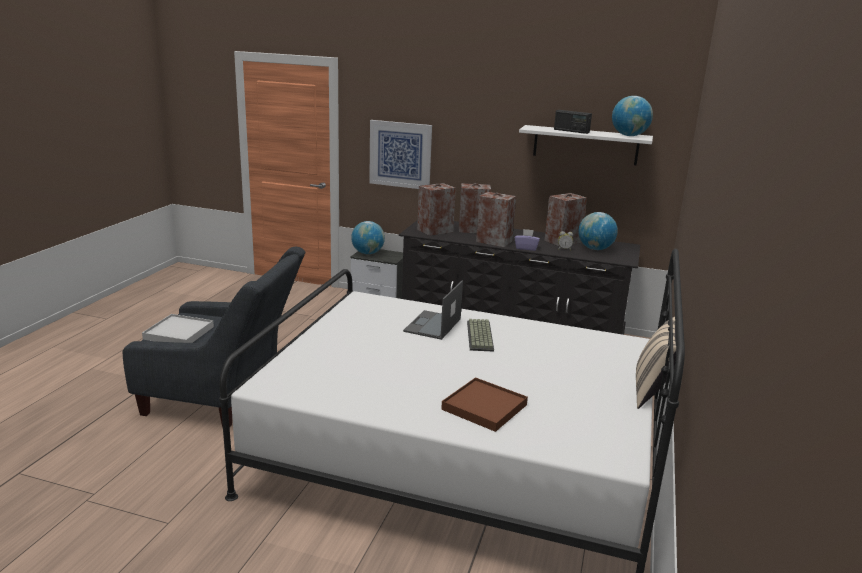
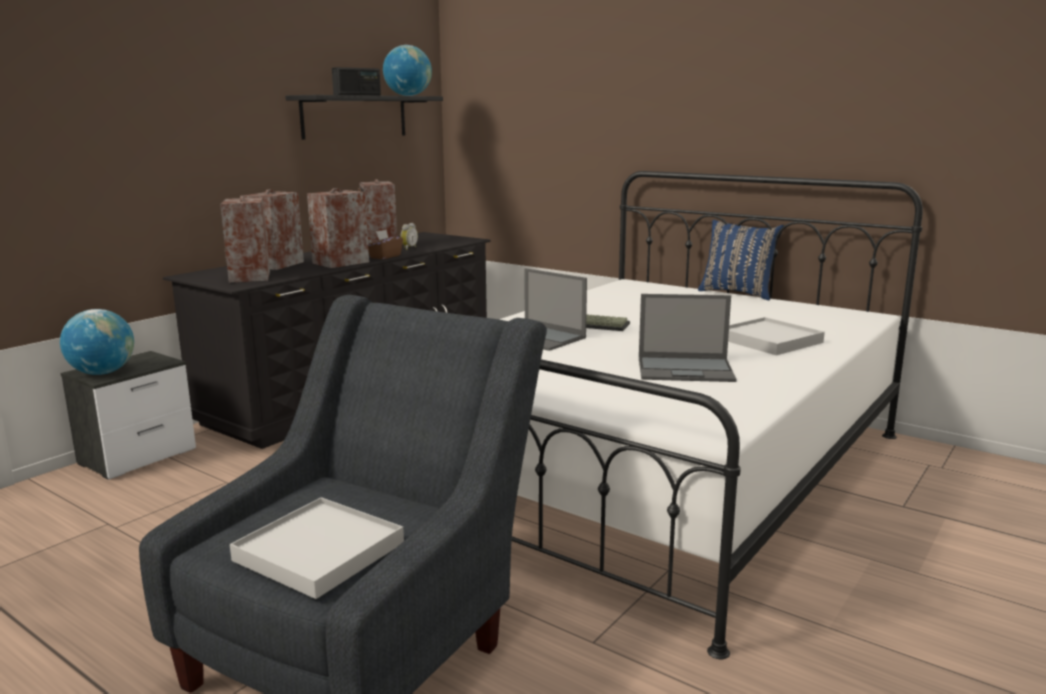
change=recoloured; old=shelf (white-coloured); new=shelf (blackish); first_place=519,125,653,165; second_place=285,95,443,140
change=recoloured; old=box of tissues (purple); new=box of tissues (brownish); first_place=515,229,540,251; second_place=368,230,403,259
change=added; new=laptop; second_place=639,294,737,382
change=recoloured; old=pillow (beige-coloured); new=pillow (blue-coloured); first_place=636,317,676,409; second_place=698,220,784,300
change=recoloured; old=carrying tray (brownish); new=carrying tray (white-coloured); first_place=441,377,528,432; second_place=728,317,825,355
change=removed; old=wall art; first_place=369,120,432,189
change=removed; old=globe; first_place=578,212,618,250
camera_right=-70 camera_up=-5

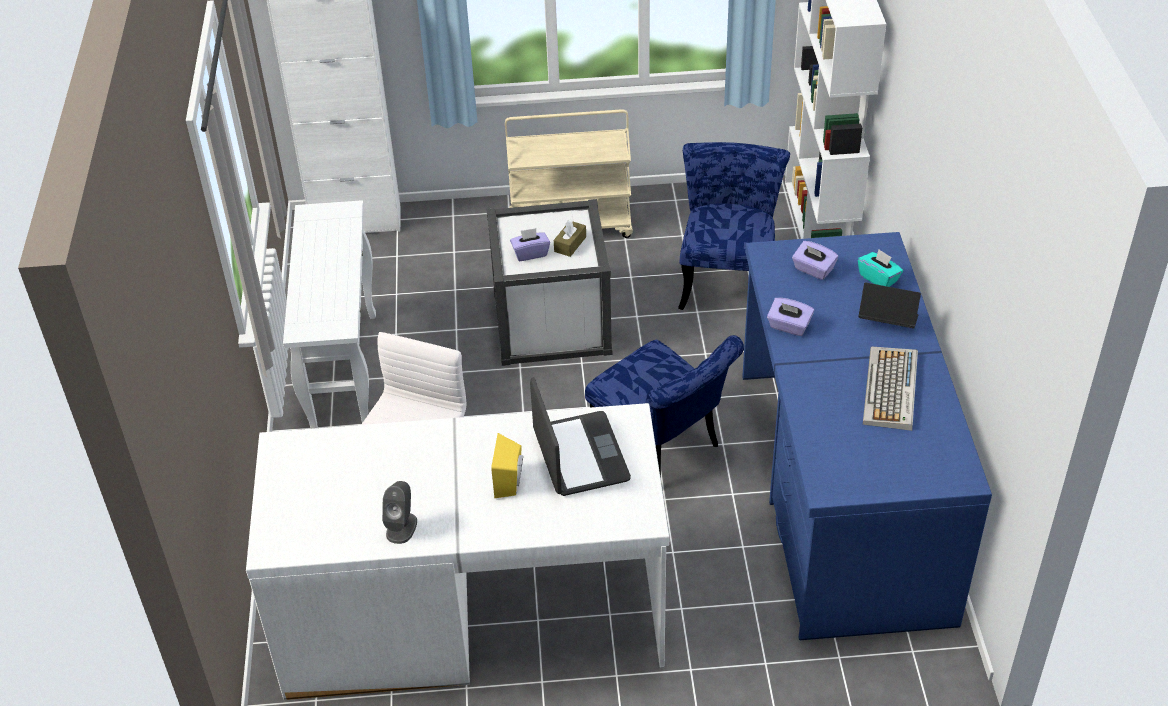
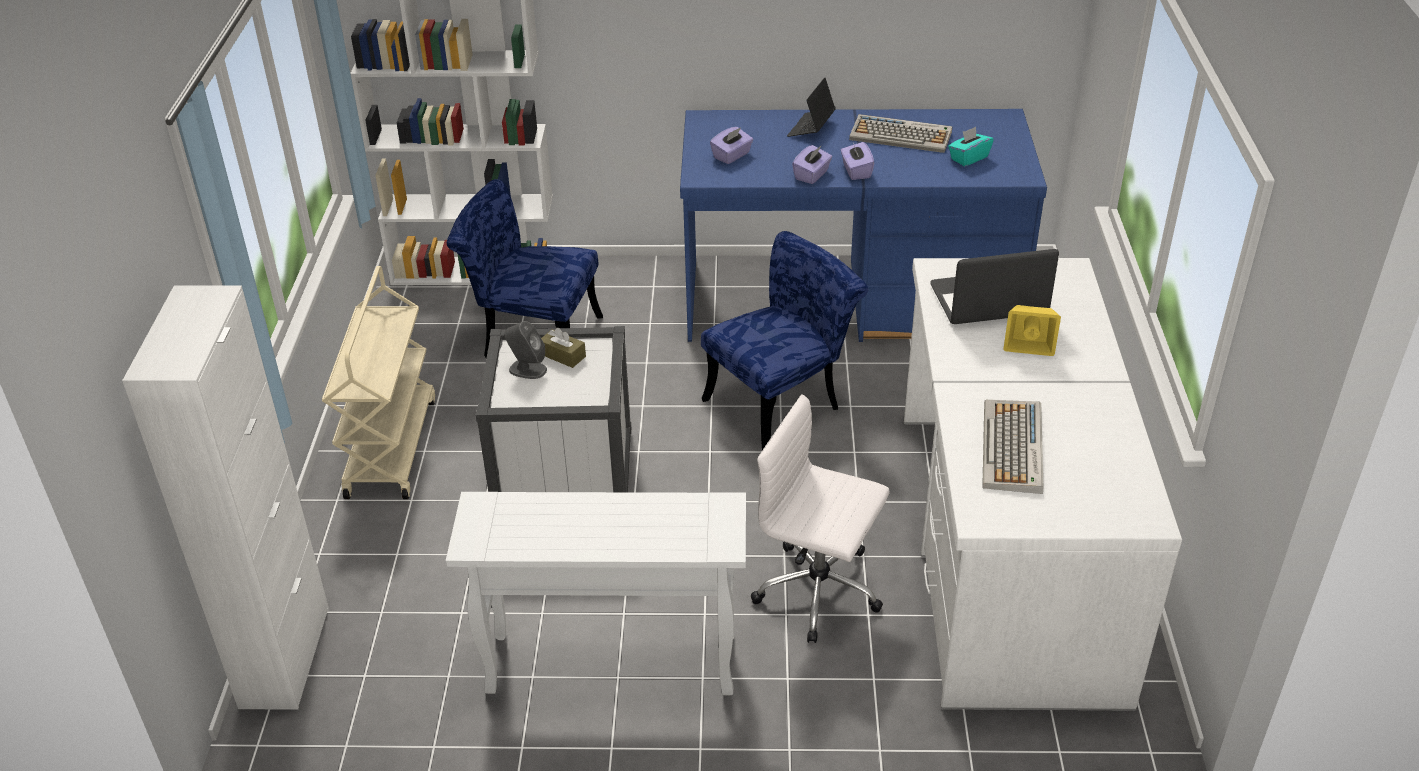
change=moved; old=speaker (grey); first_place=382,481,417,544; second_place=504,321,547,379
change=moved; old=box of tissues (purple); first_place=510,228,550,261; second_place=841,140,874,180
change=moved; old=box of tissues (turquoise); first_place=858,249,903,287; second_place=948,127,994,166
change=added; new=computer keyboard; second_place=982,400,1044,494
camera_right=-85 camera_up=-5

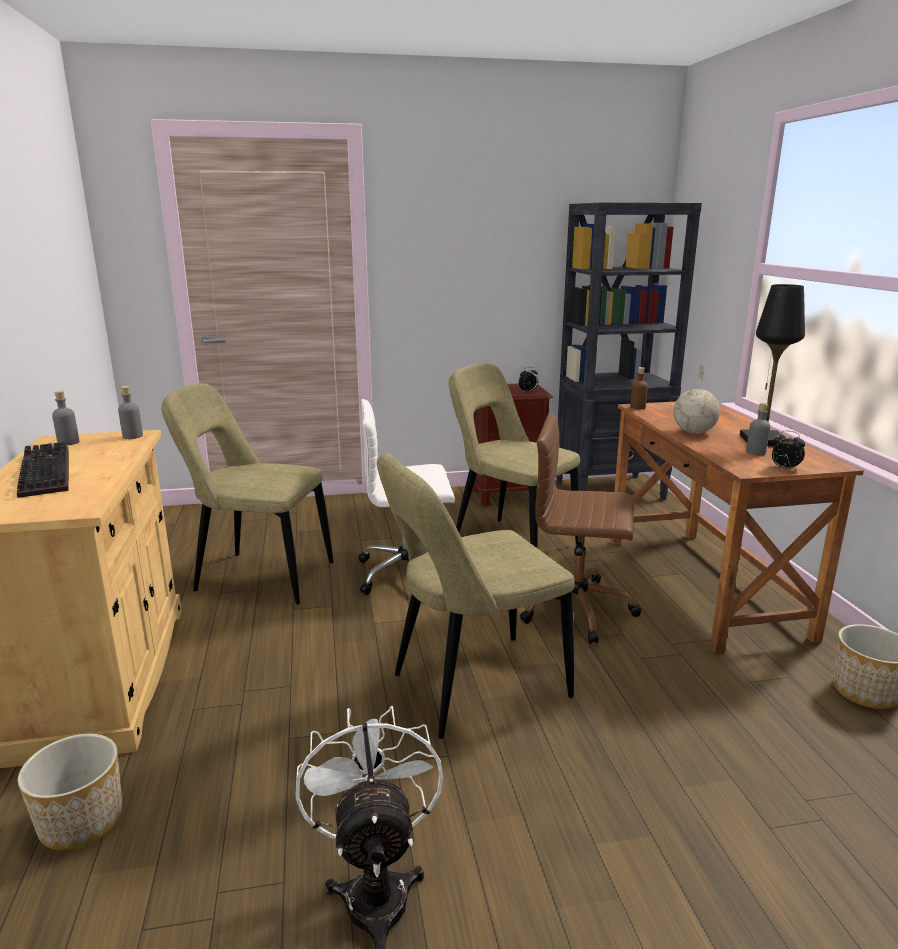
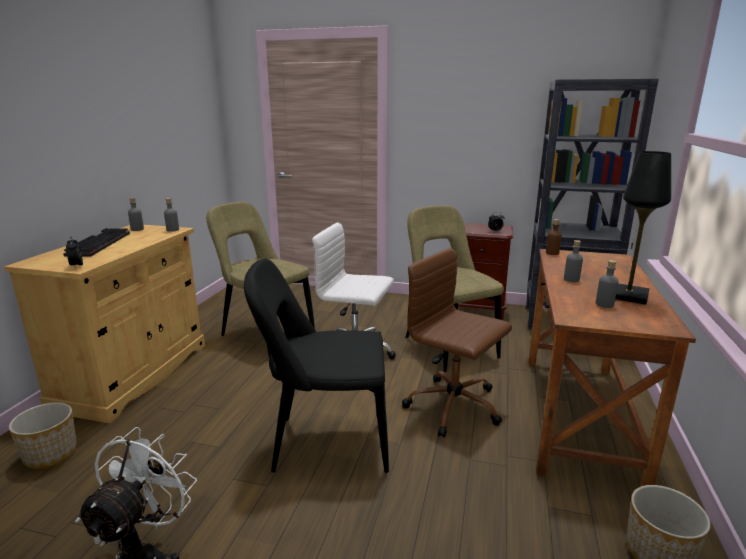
change=moved; old=alarm clock; first_place=772,431,805,472; second_place=66,236,83,269
change=recoloured; old=plain chair (beige-coloured); new=plain chair (blackish); first_place=377,453,575,739; second_place=244,259,389,473
change=replaced; old=globe; new=bottle (grey); first_place=673,364,720,434; second_place=564,240,583,282
camera_right=25 camera_up=0

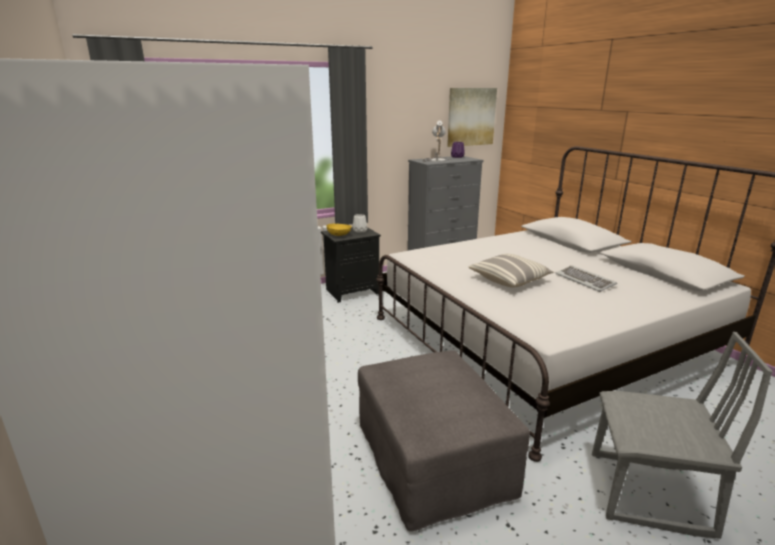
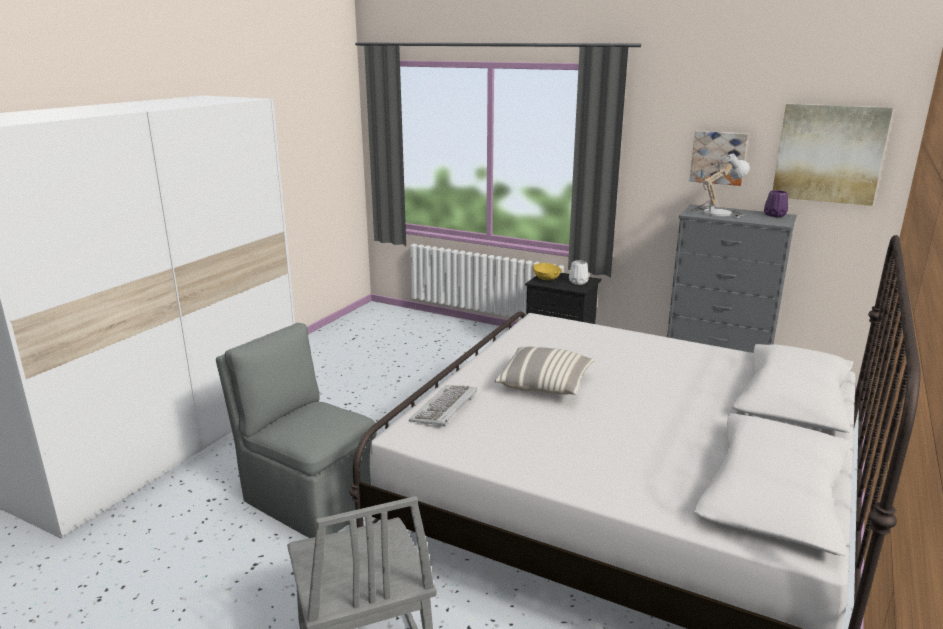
change=replaced; old=pouffe (grey); new=plain chair (grey); first_place=358,350,530,532; second_place=216,323,377,538
change=moved; old=computer keyboard; first_place=555,265,617,292; second_place=409,385,477,426
change=added; new=wall art; second_place=690,131,749,186
camera_right=55 camera_up=0

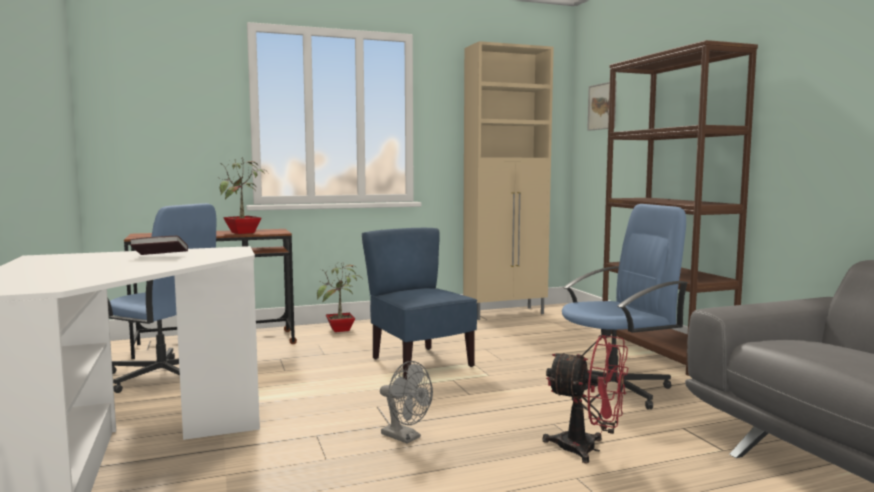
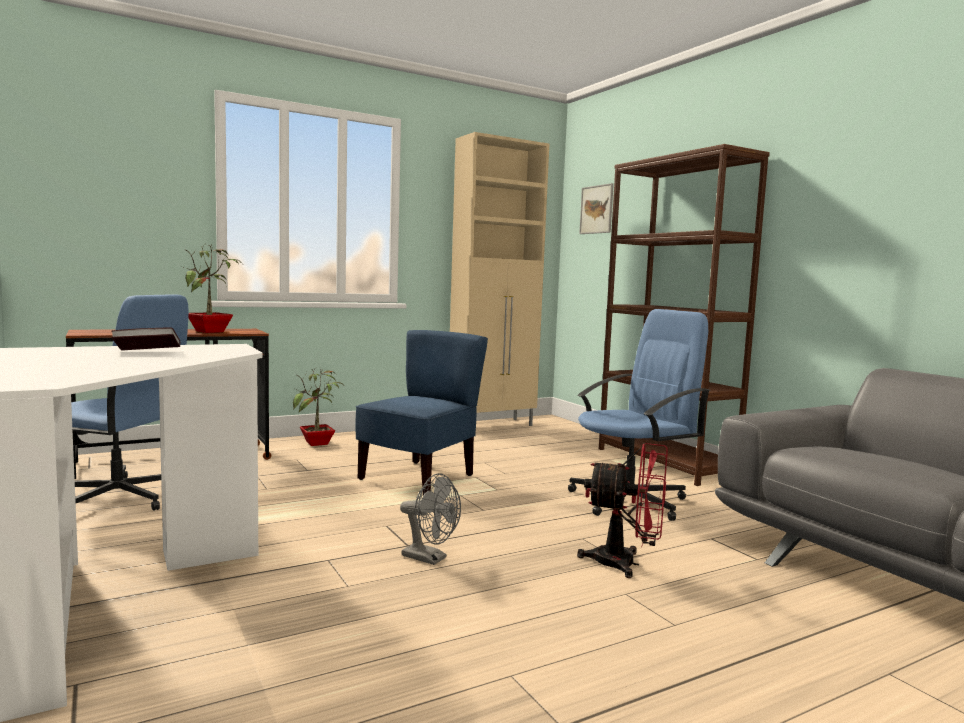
change=turned; old=plain chair (blue-coloured); first_place=362,228,477,380; second_place=355,330,488,495; degrees=75
camera_right=-10 camera_up=0

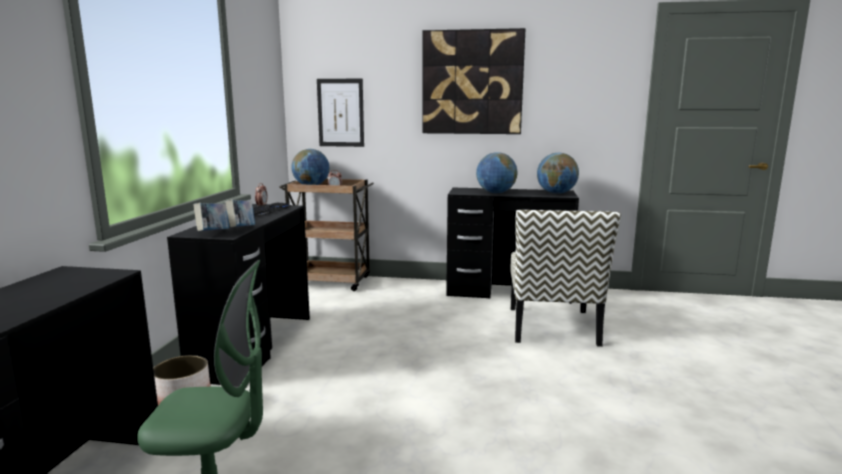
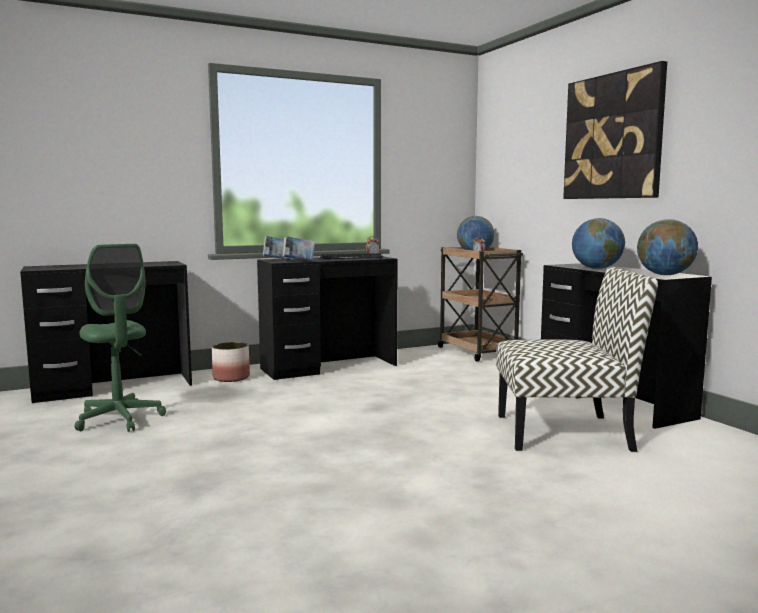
change=turned; old=plain chair; first_place=510,210,621,347; second_place=496,267,658,452; degrees=-150
change=removed; old=wall art; first_place=317,79,364,147
camera_right=55 camera_up=-5

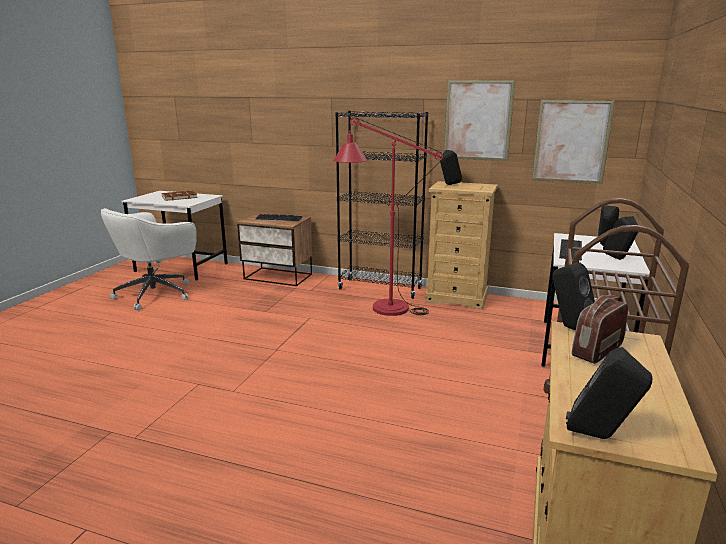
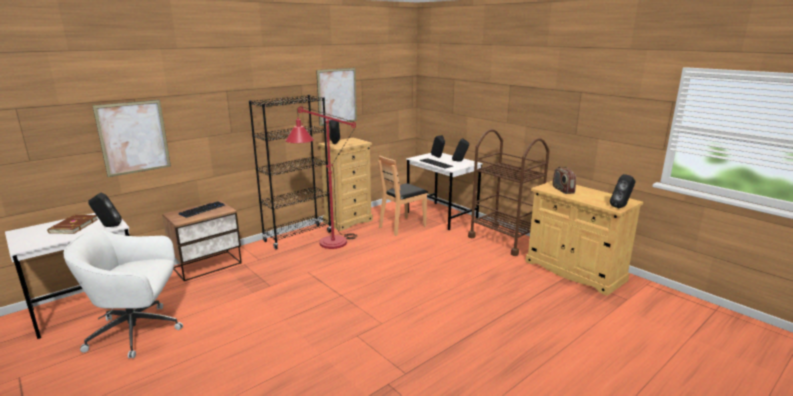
change=turned; old=office chair (white-coloured); first_place=101,208,197,310; second_place=64,229,183,359; degrees=105
change=moved; old=speaker (blackish); first_place=552,262,595,330; second_place=88,193,122,227
change=moved; old=wall art; first_place=532,99,615,184; second_place=92,100,171,177
change=added; new=plain chair (brownish); second_place=378,156,428,236
camera_right=-60 camera_up=0

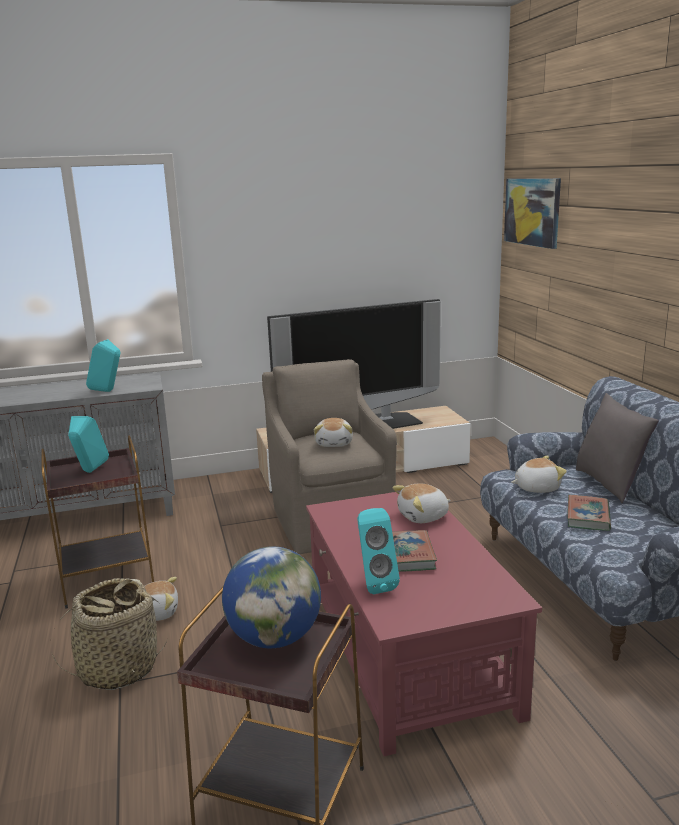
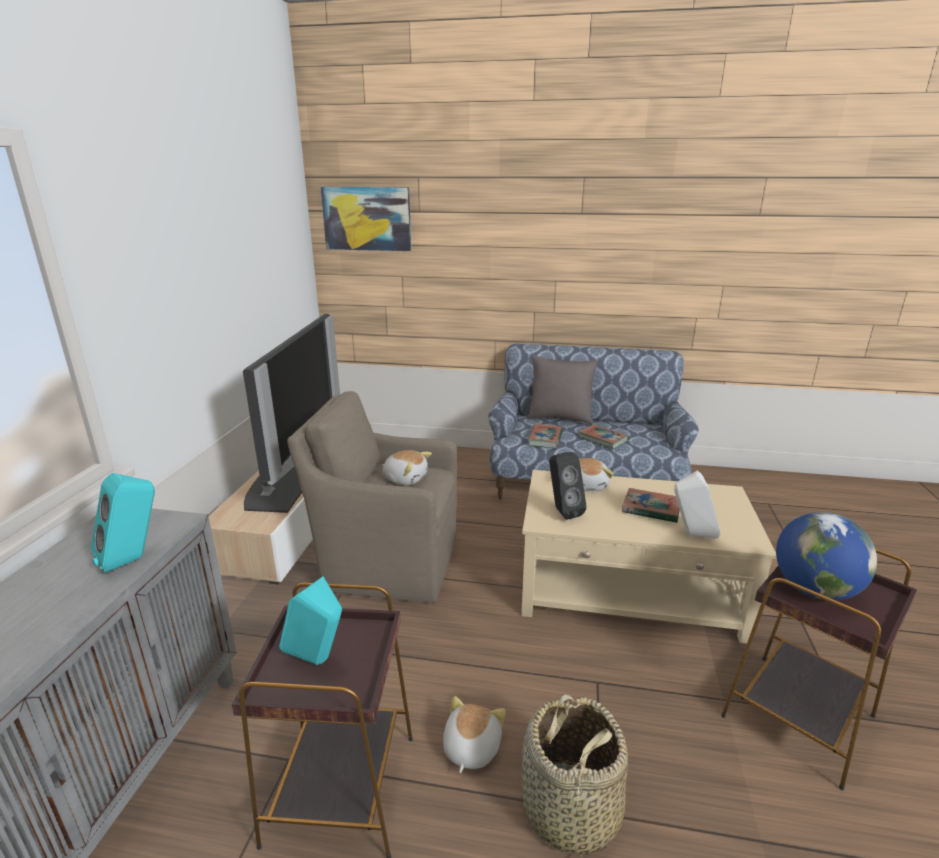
change=recoloured; old=low table (red-coloured); new=low table (beige-coloured); first_place=306,492,542,756; second_place=521,470,777,643
change=replaced; old=cuddly toy; new=bound book; first_place=511,456,567,493; second_place=528,424,563,448
change=added; new=speaker (blackish); second_place=549,452,587,520
change=recoloured; old=speaker (turquoise); new=speaker (white-coloured); first_place=357,508,400,594; second_place=674,471,720,538
camera_right=-65 camera_up=5

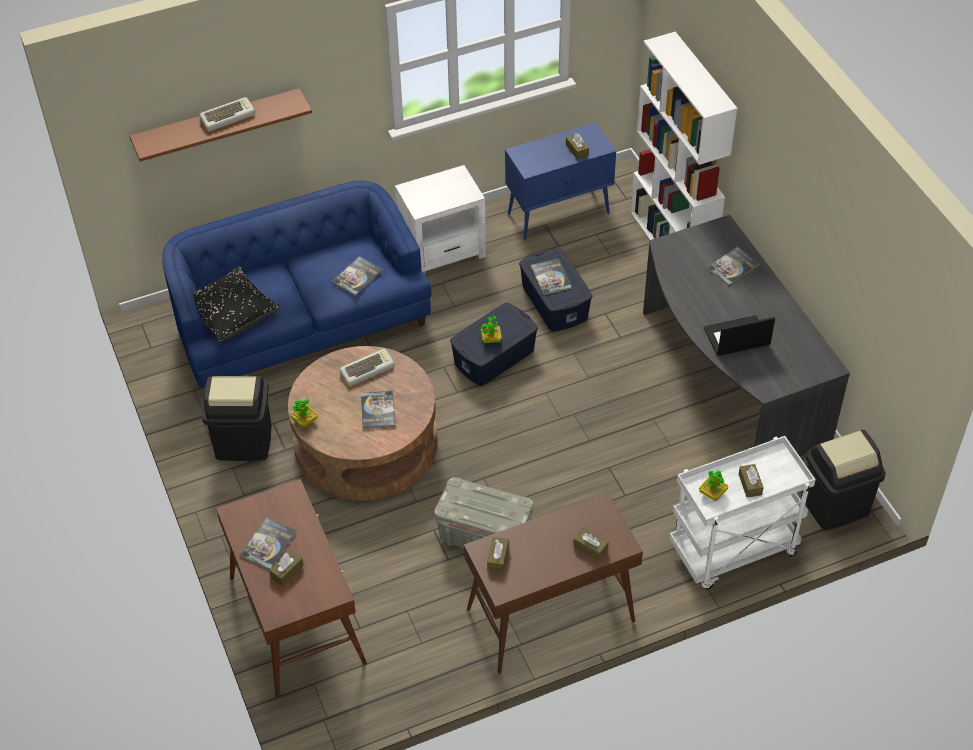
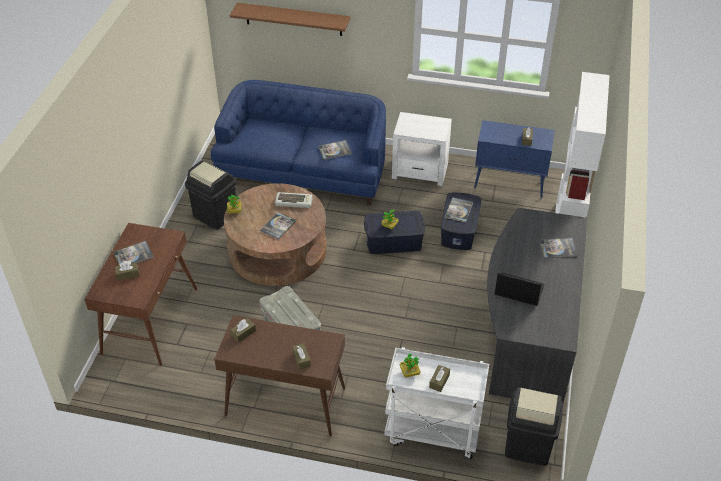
change=removed; old=pillow (blackish); first_place=194,266,280,342
change=removed; old=computer keyboard; first_place=199,97,255,131
camera_right=35 camera_up=-5

